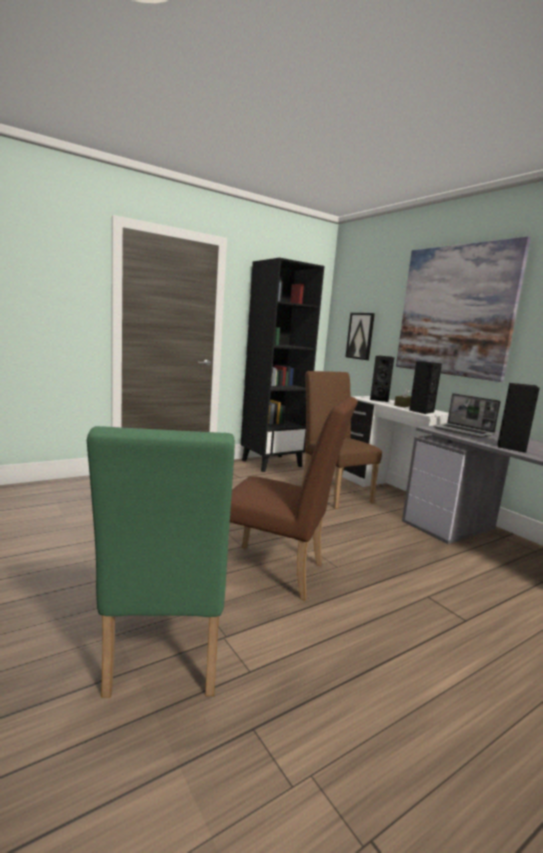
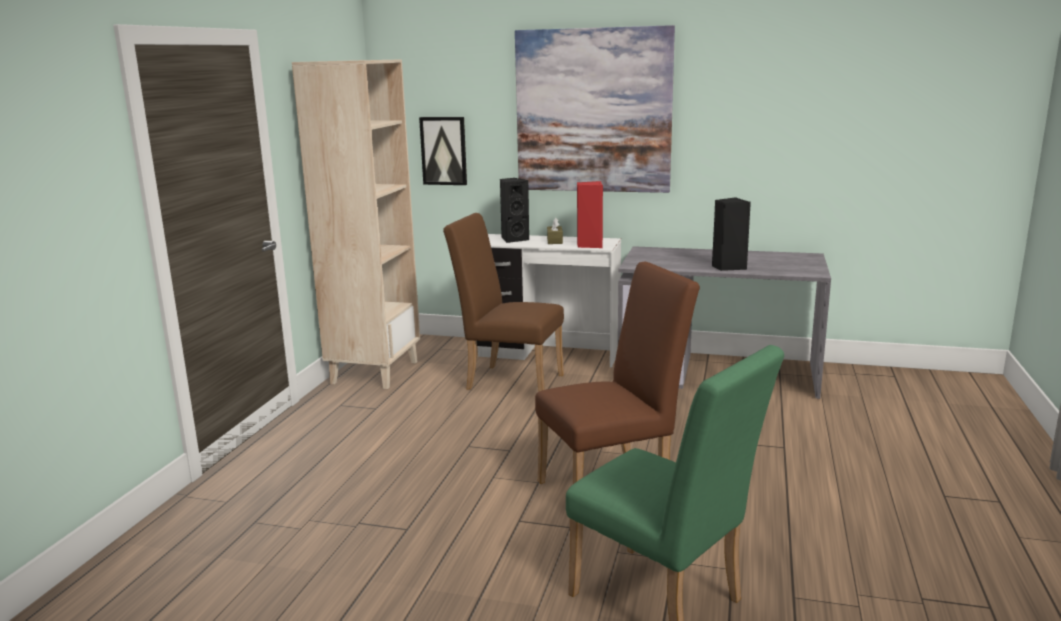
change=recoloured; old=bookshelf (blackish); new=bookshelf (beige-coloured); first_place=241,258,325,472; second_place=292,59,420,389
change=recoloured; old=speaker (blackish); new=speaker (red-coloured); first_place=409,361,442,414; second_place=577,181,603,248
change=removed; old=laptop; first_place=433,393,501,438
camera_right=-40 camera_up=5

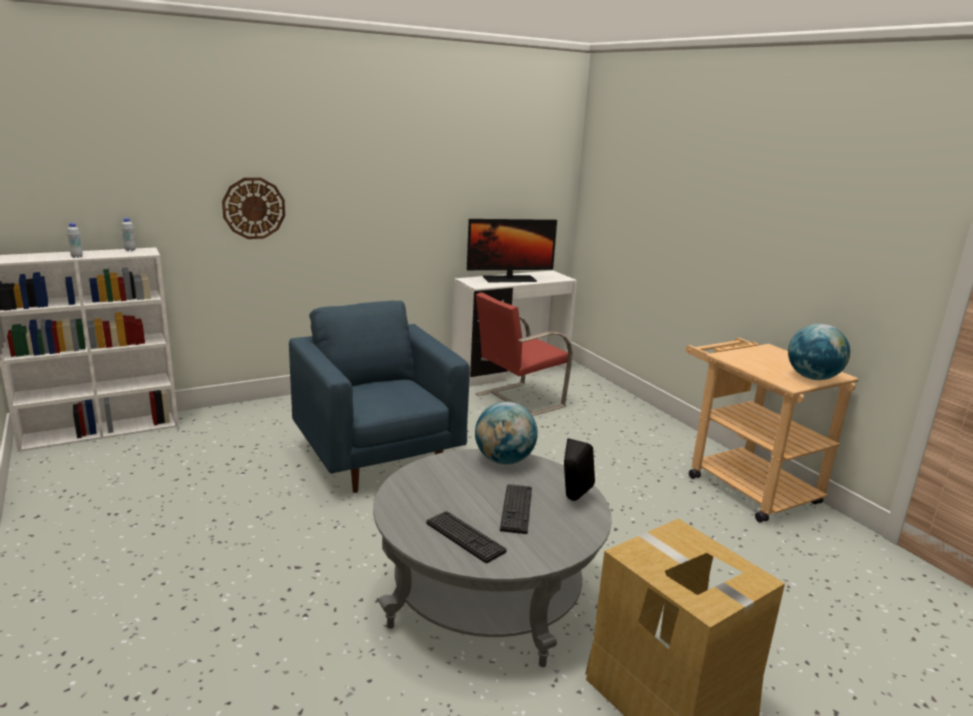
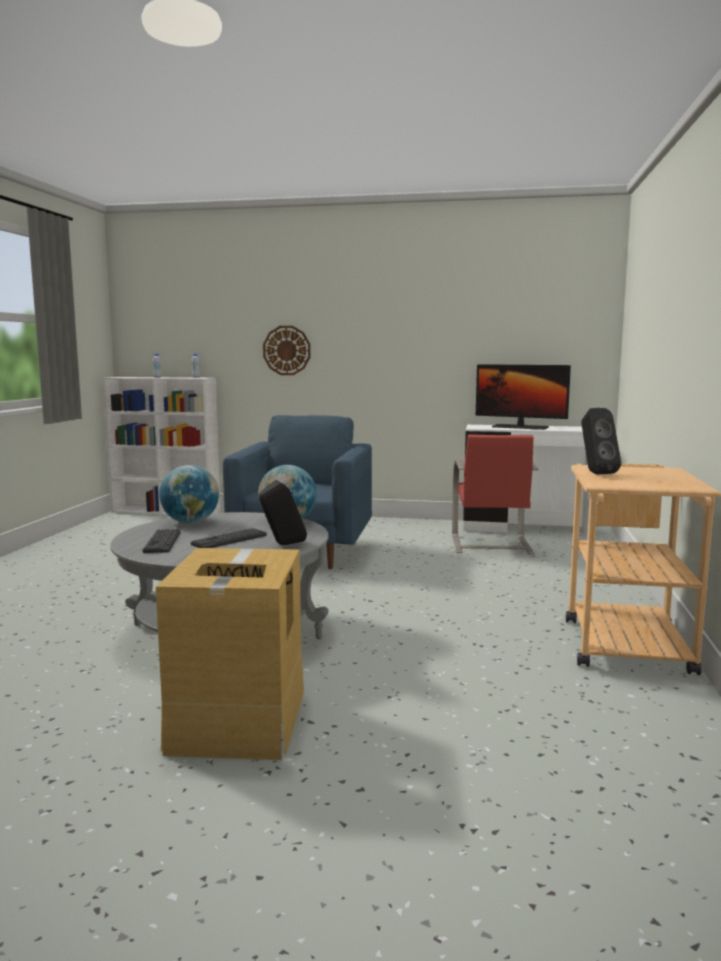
change=moved; old=globe; first_place=788,324,850,380; second_place=159,465,219,523
change=turned; old=plain chair (red-coloured); first_place=475,292,573,416; second_place=452,434,538,554; degrees=-90
change=added; new=speaker (blackish); second_place=581,408,621,474
camera_right=40 camera_up=-10

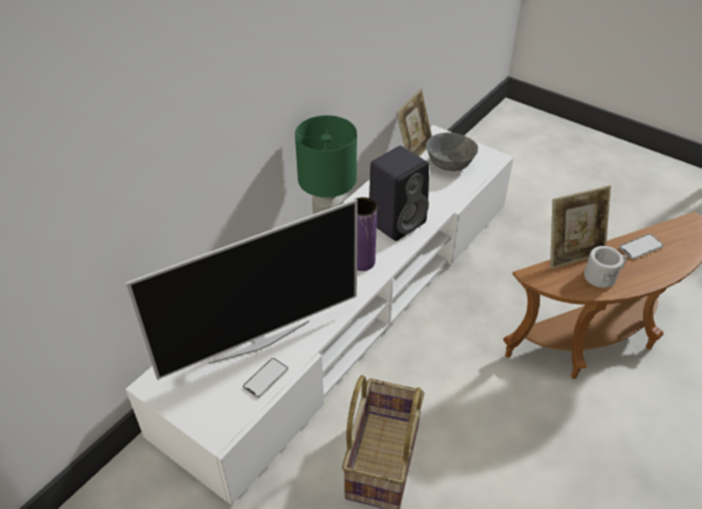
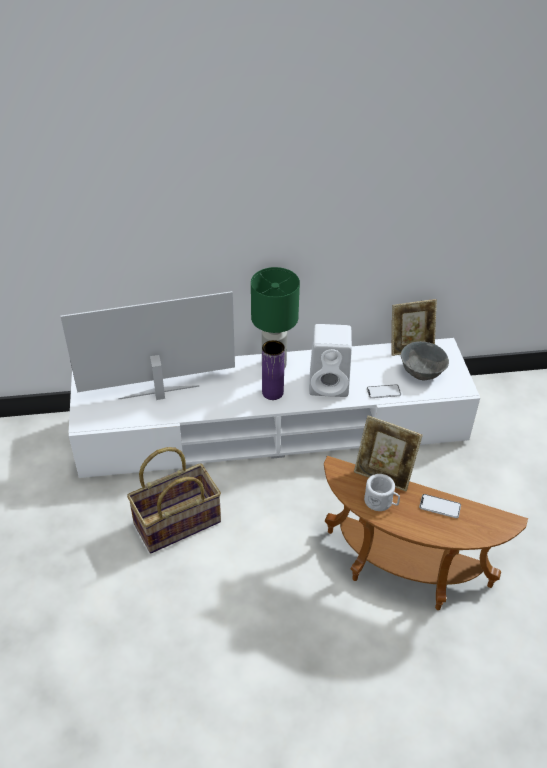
change=turned; old=TV set; first_place=126,199,358,380; second_place=61,291,235,400; degrees=150
change=recoloured; old=speaker (blackish); new=speaker (white-coloured); first_place=369,146,429,241; second_place=309,324,352,397
change=moved; old=phone; first_place=243,358,288,398; second_place=367,384,401,398
camera_right=45 camera_up=0

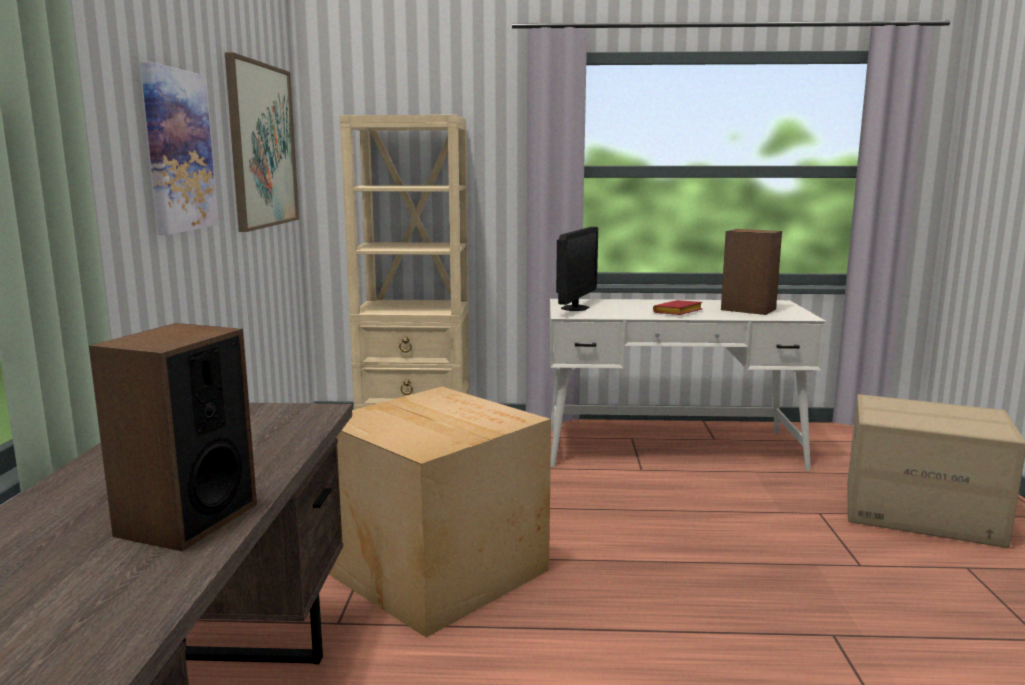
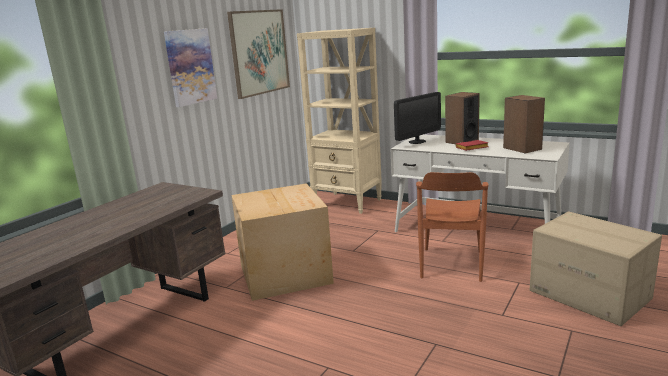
change=added; new=plain chair (brownish); second_place=416,172,488,282
change=moved; old=speaker; first_place=89,323,257,551; second_place=445,92,480,144
camera_right=30 camera_up=5

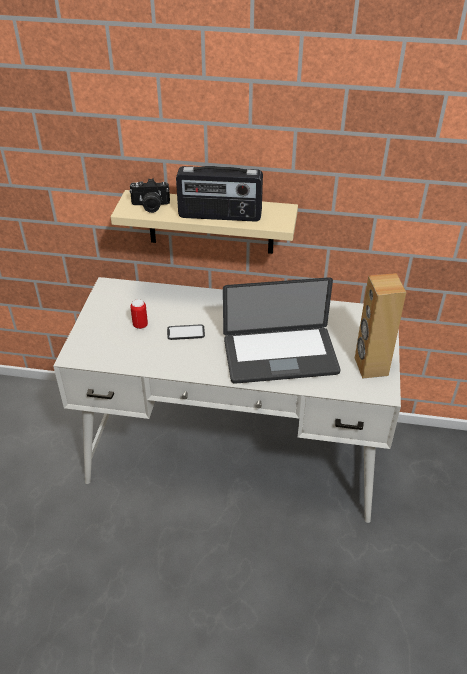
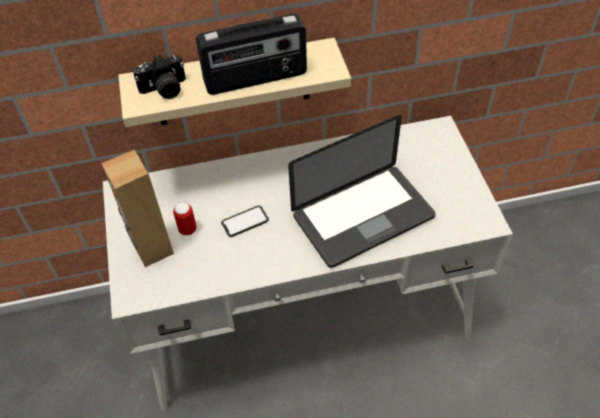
change=moved; old=speaker (brownish); first_place=355,273,406,379; second_place=101,149,174,267
camera_right=-20 camera_up=10

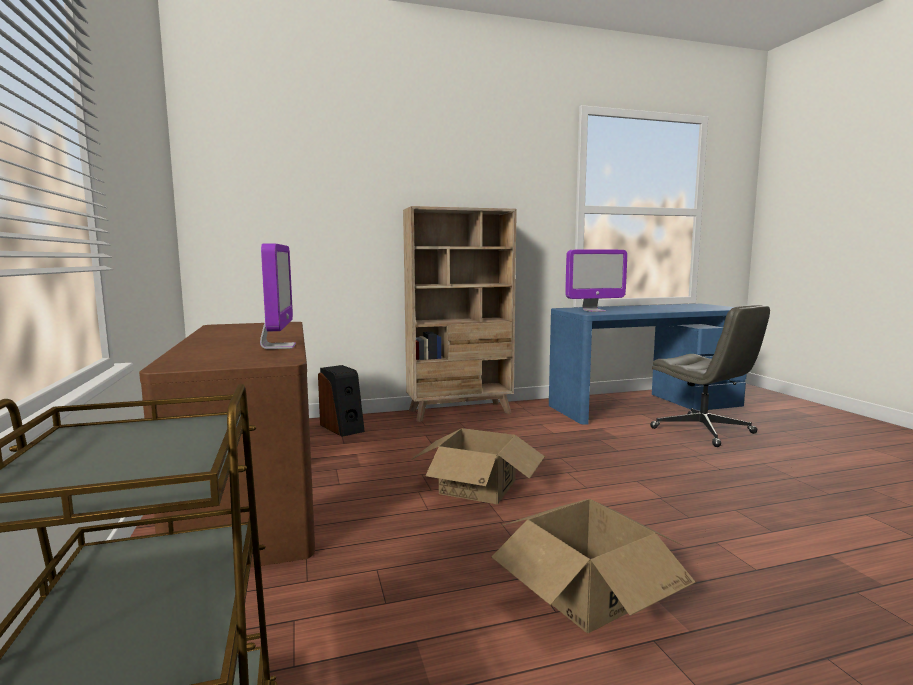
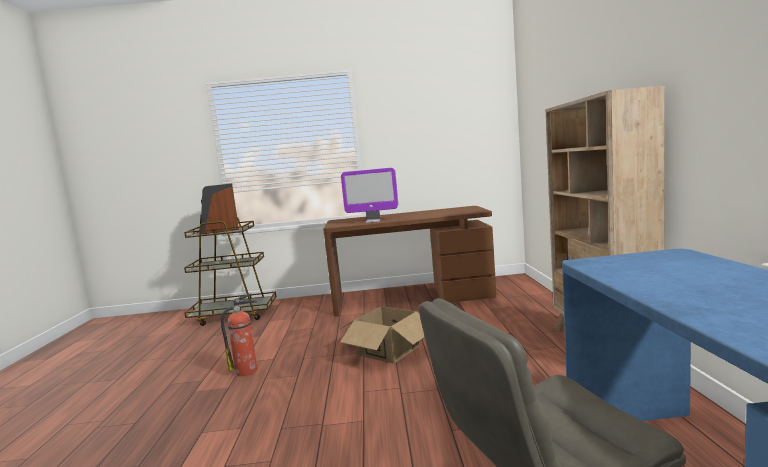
change=moved; old=speaker; first_place=318,365,365,437; second_place=200,184,239,235
change=replaced; old=packing box; new=fire extinguisher; first_place=491,499,696,633; second_place=221,293,257,376
change=removed; old=computer screen; first_place=565,250,627,312
camera_right=105 camera_up=0

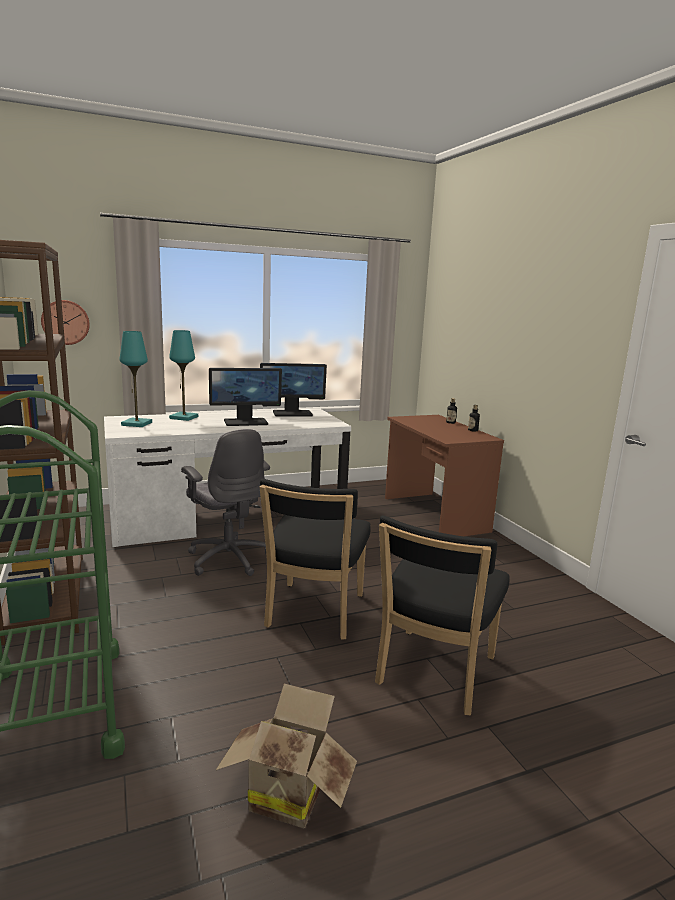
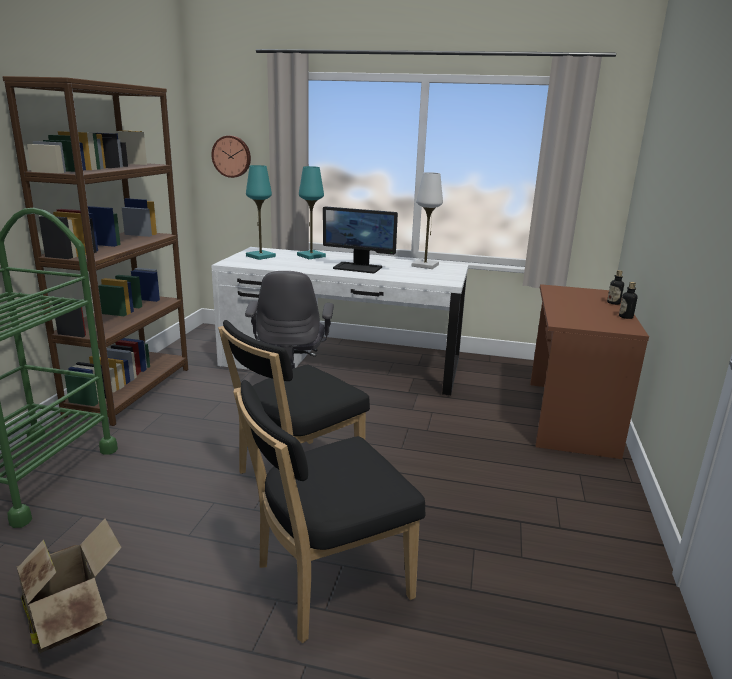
change=replaced; old=computer screen; new=table lamp (white-coloured); first_place=260,363,327,416; second_place=412,172,443,269
camera_right=35 camera_up=5

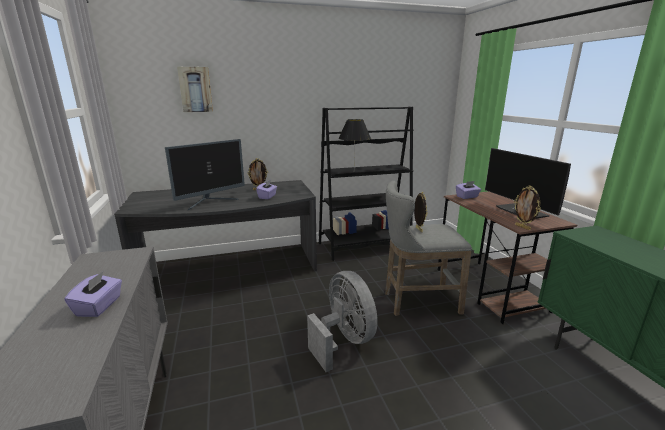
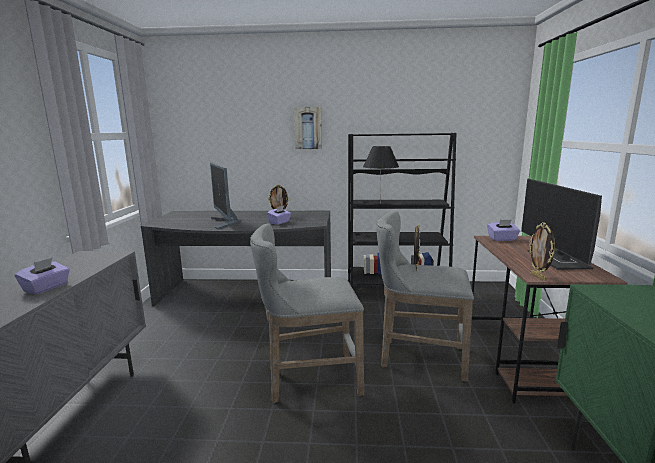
change=turned; old=computer screen; first_place=165,139,245,210; second_place=210,163,241,230; degrees=90
change=replaced; old=electric fan (grey); new=stool seat (grey); first_place=307,271,378,372; second_place=250,223,364,403
change=moved; old=wall art; first_place=177,67,213,112; second_place=294,107,322,149
camera_right=20 camera_up=-5

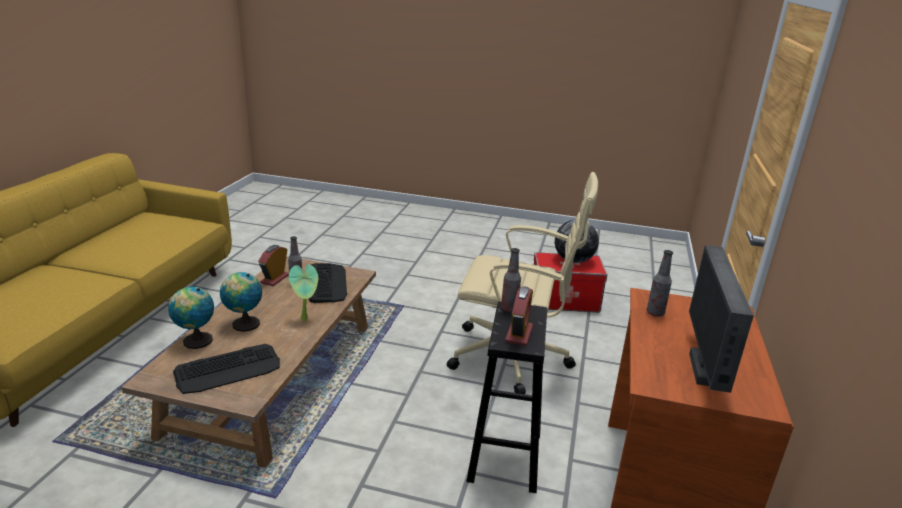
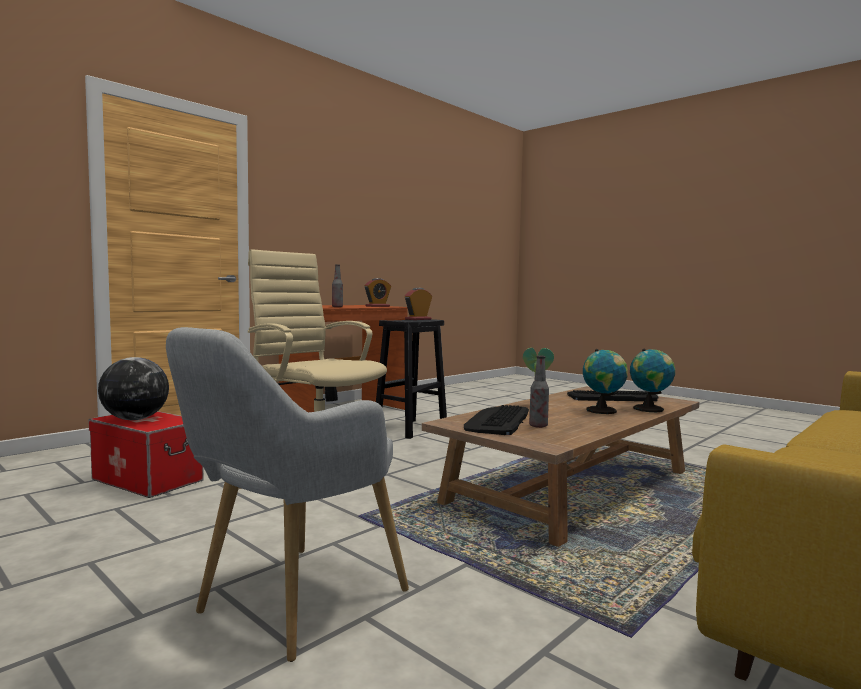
change=added; new=easy chair (grey); second_place=166,327,409,662
change=moved; old=alarm clock; first_place=258,245,289,286; second_place=364,278,391,307
change=removed; old=bottle; first_place=501,248,521,312
change=removed; old=computer screen; first_place=689,245,754,393
camera_right=-150 camera_up=-20

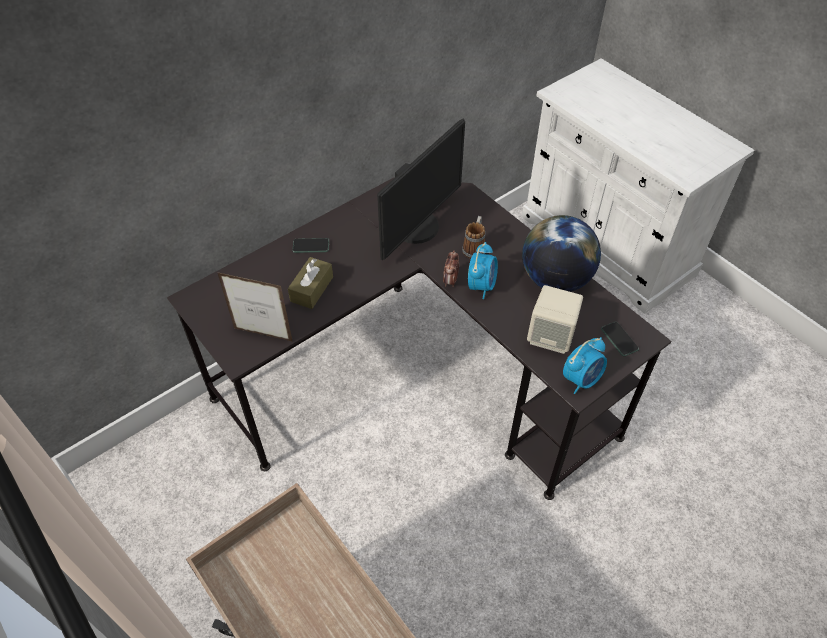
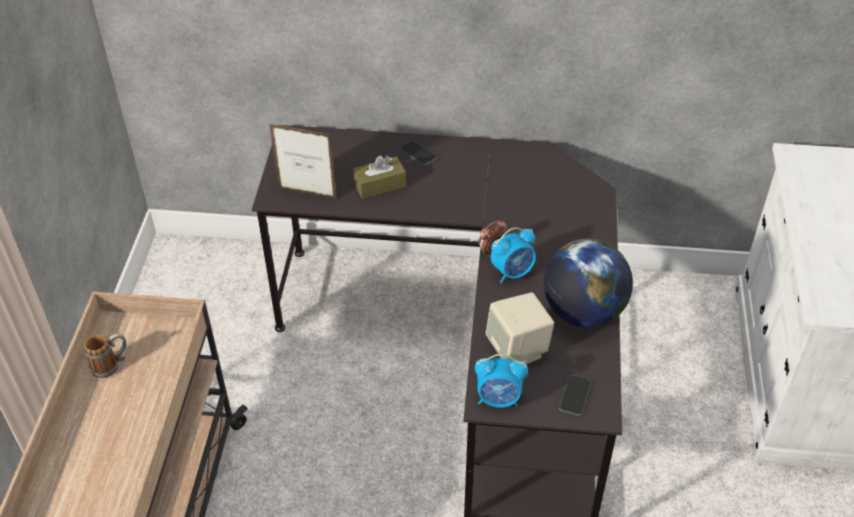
change=moved; old=coffee mug; first_place=462,216,485,259; second_place=84,333,126,378
change=turned; old=standing frame; first_place=217,272,293,342; second_place=269,124,337,199; degrees=135
change=removed; old=computer screen; first_place=377,119,465,260
camera_right=45 camera_up=-5

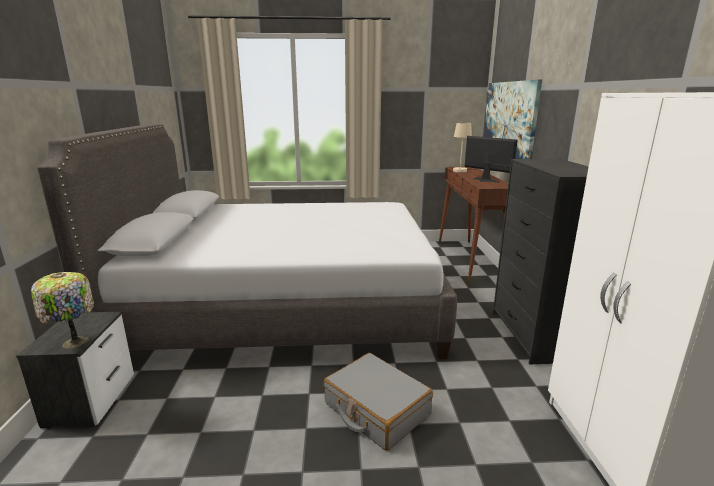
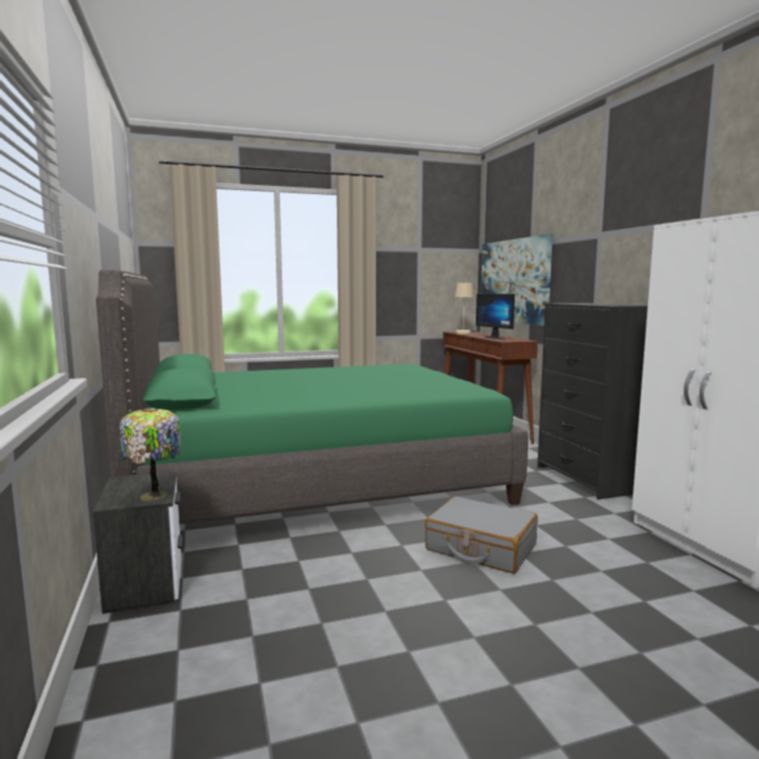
change=recoloured; old=bedroom bed (grey); new=bedroom bed (greenish); first_place=37,124,457,359; second_place=96,270,528,524
change=turned; old=computer screen; first_place=465,136,518,183; second_place=476,293,515,339; degrees=-150
camera_right=-15 camera_up=-10

